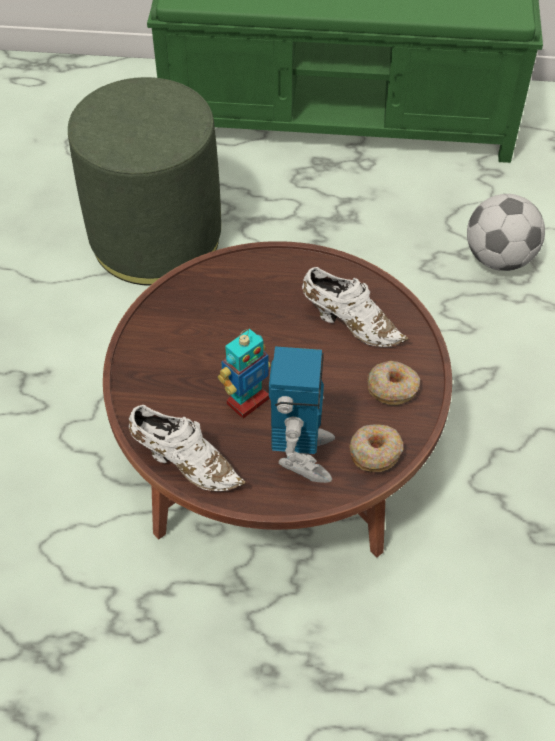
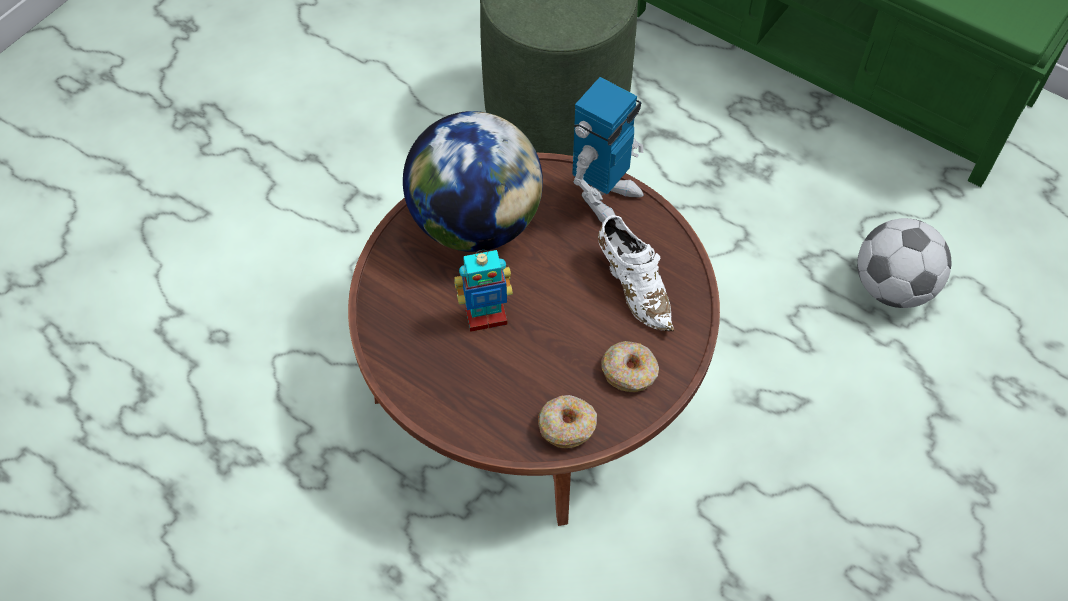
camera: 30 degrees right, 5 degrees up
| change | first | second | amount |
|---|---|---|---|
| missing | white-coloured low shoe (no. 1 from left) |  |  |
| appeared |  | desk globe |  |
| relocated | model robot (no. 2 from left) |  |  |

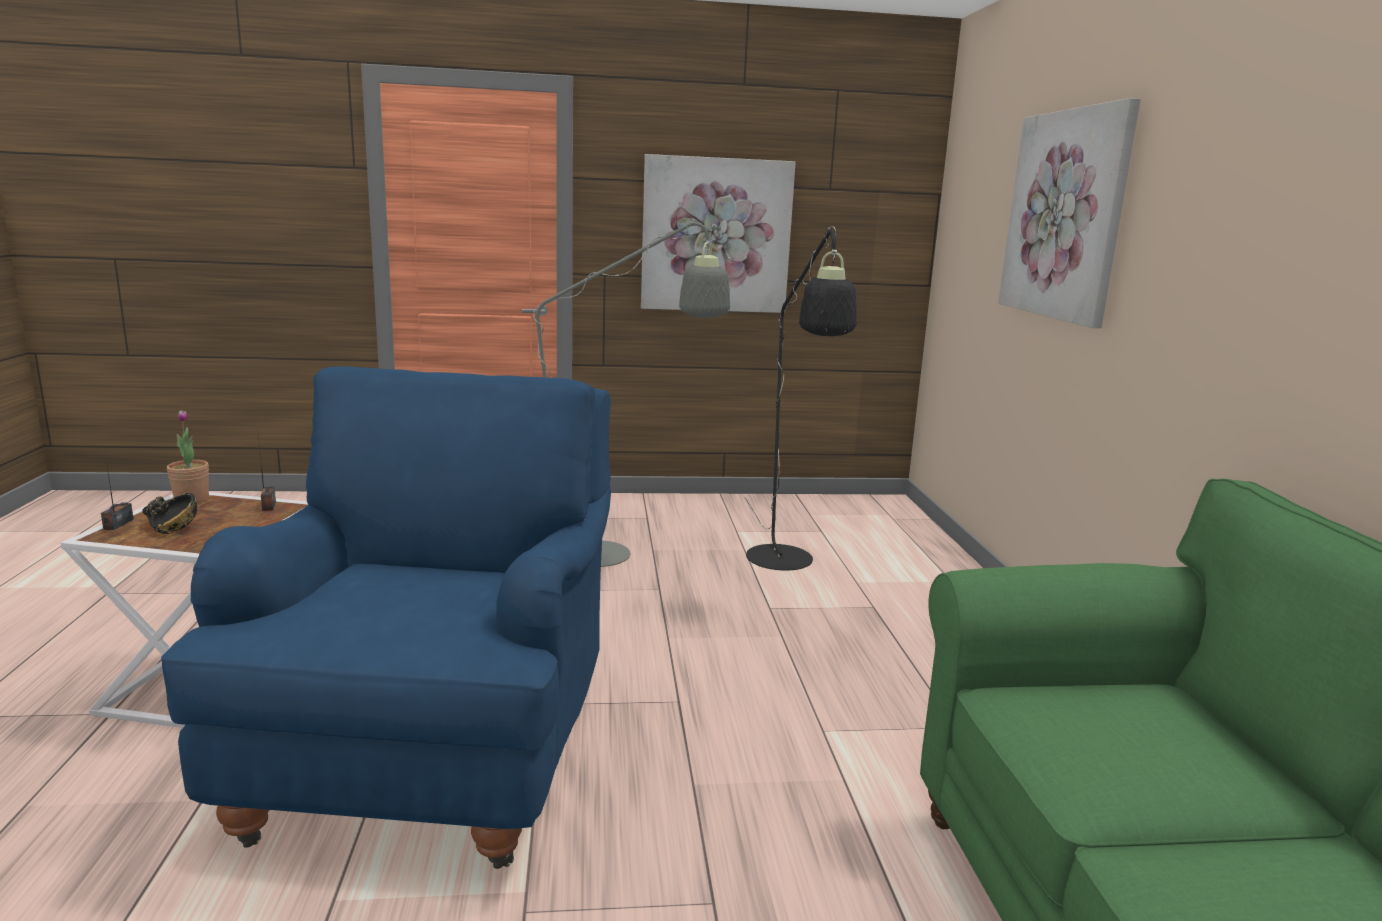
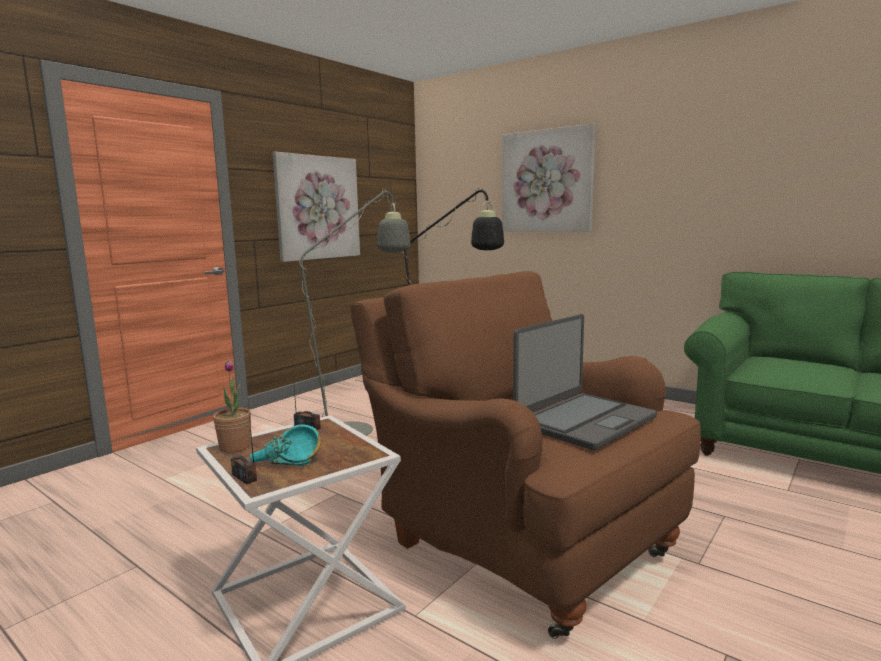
camera: 45 degrees left, 5 degrees down
| change | first | second | amount |
|---|---|---|---|
| appeared |  | laptop |  |
| colour | black serving bowl | turquoise-coloured serving bowl |  |
| colour | bluish easy chair | brown easy chair |  |

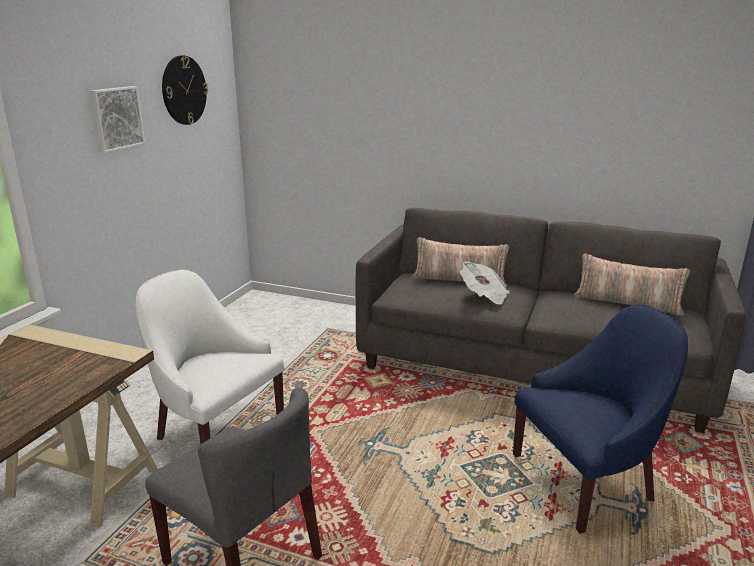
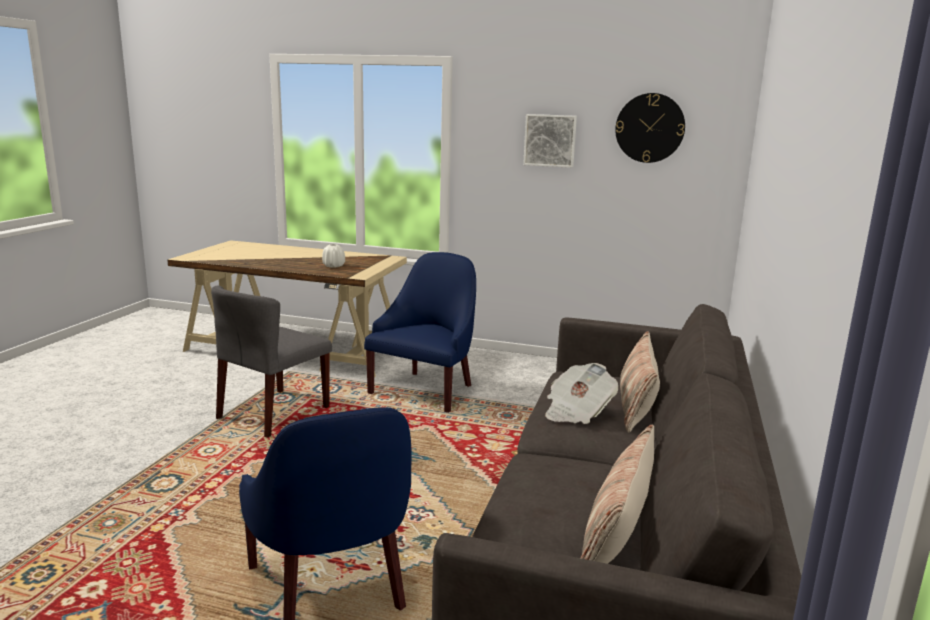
camera: 85 degrees right, 5 degrees down
| change | first | second | amount |
|---|---|---|---|
| appeared |  | white-coloured flower vase |  |
| colour | white-coloured easy chair | bluish easy chair (no. 2 from left) |  |

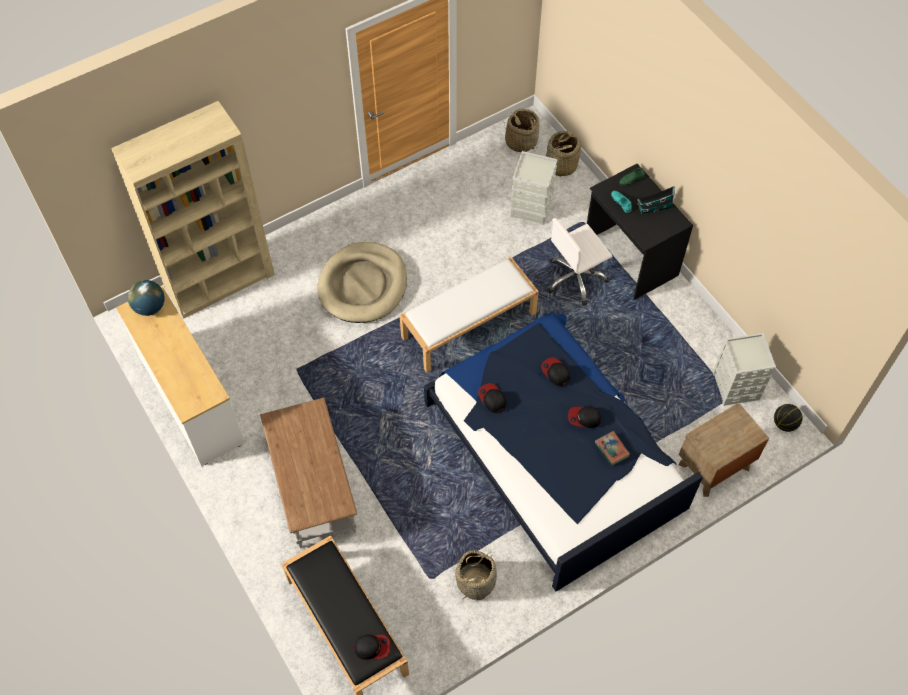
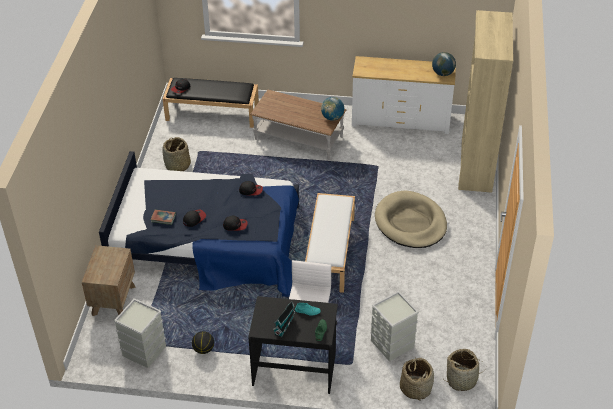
camera: 130 degrees right, 15 degrees down
| change | first | second | amount |
|---|---|---|---|
| appeared |  | desk globe (no. 1 from left) |  |
| relocated | ball for basketball |  |  |

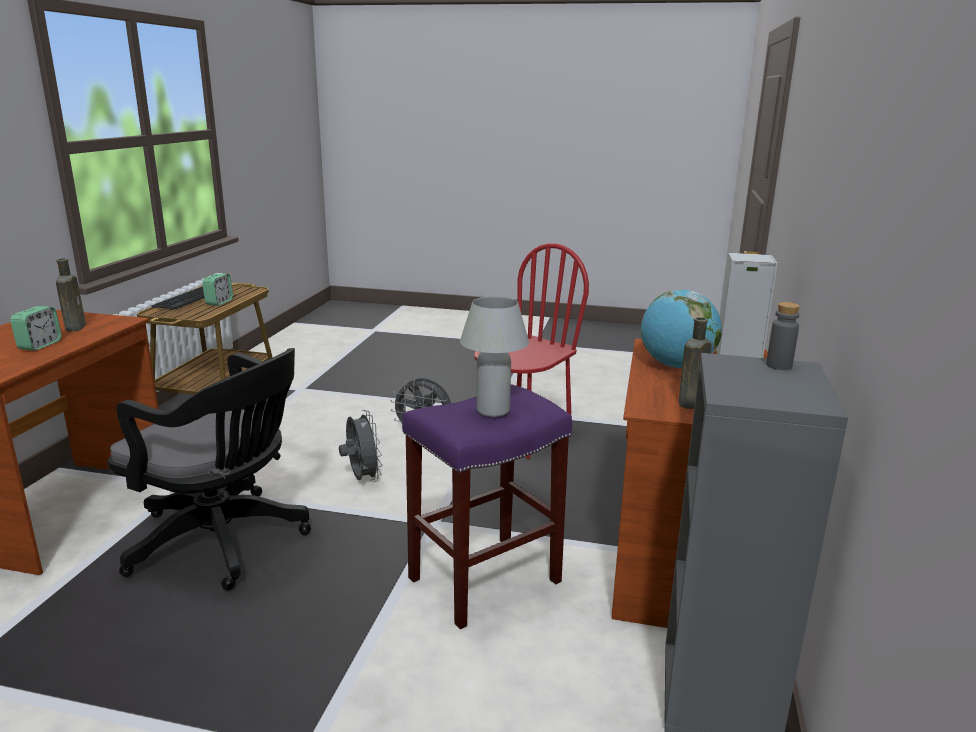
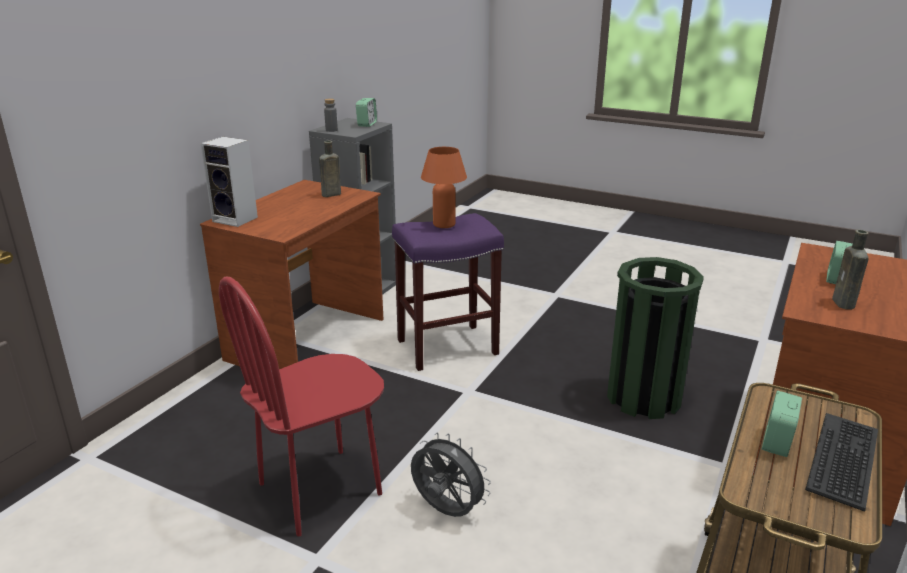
camera: 165 degrees left, 5 degrees up
| change | first | second | amount |
|---|---|---|---|
| missing | gray electric fan (no. 1 from left) |  |  |
| missing | desk globe |  |  |
| appeared |  | table clock (no. 1 from left) |  |
| exchanged | black computer chair | green-coloured waste bin |  |
| colour | white-coloured table lamp | orangey table lamp |  |

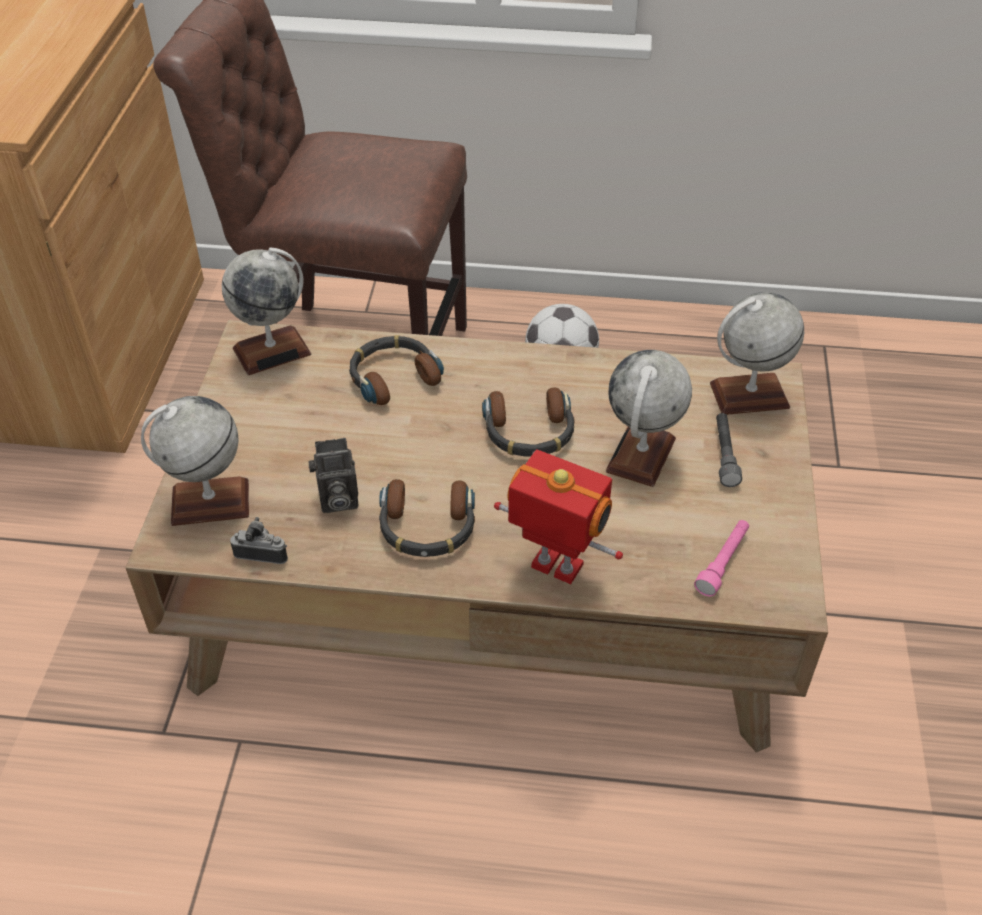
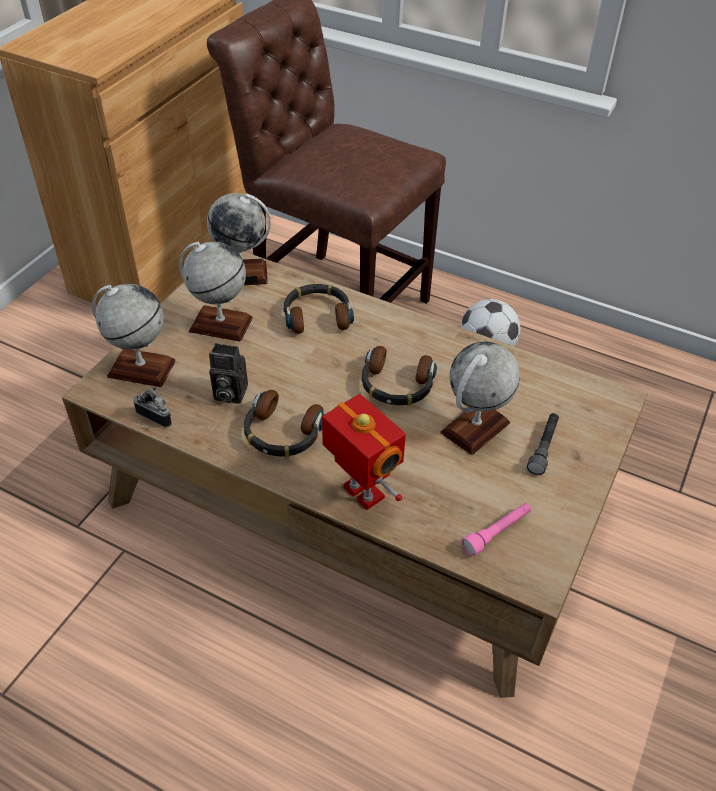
camera: 20 degrees right, 0 degrees up
| change | first | second | amount |
|---|---|---|---|
| relocated | desk globe (no. 4 from left in the first image) | desk globe (no. 2 from left) |  |

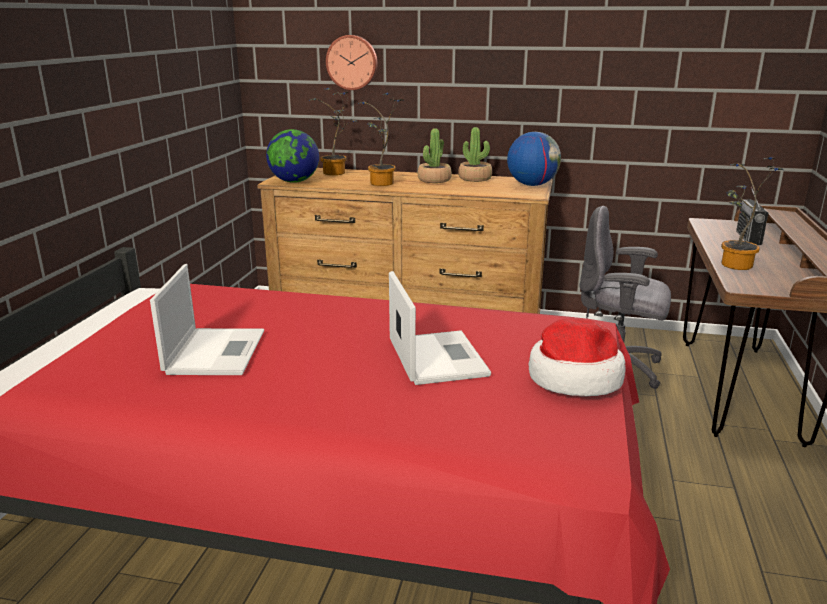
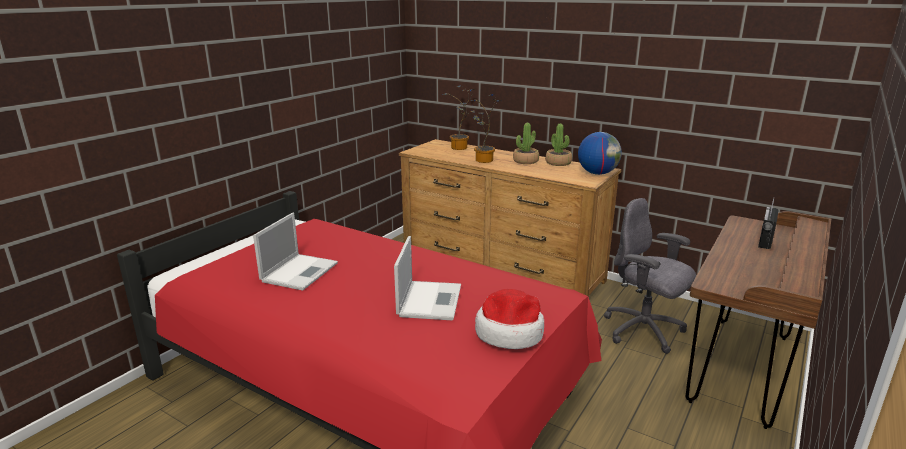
camera: 20 degrees right, 0 degrees up
| change | first | second | amount |
|---|---|---|---|
| missing | desk globe (no. 1 from left) |  |  |
| missing | clock on the wall |  |  |
| missing | houseplant (no. 5 from left) |  |  |

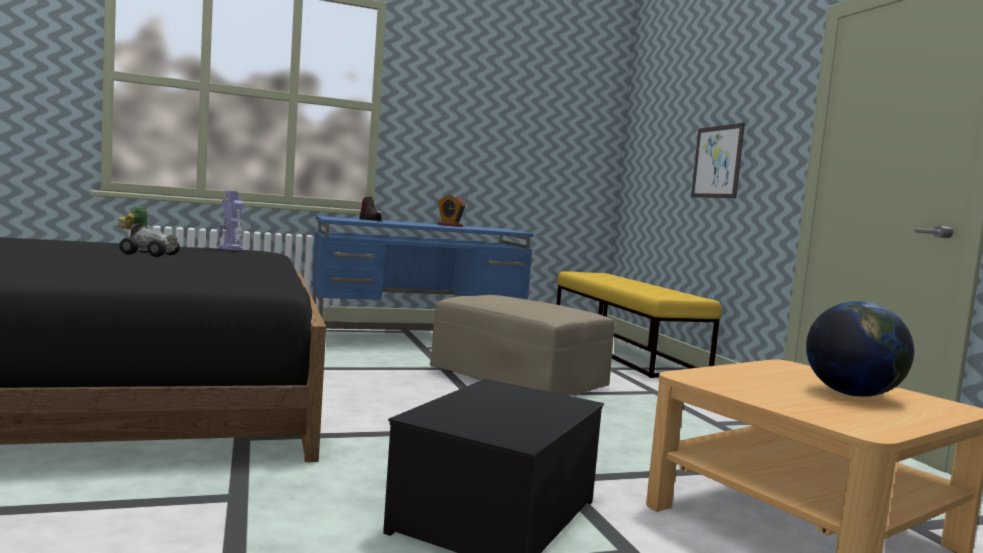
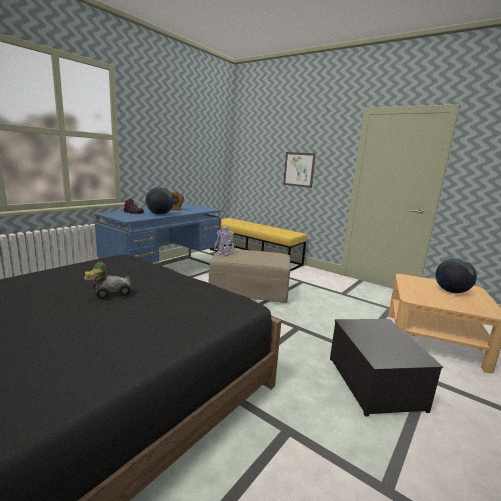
camera: 35 degrees left, 10 degrees up
| change | first | second | amount |
|---|---|---|---|
| appeared |  | desk globe (no. 1 from left) |  |
| relocated | model robot |  |  |

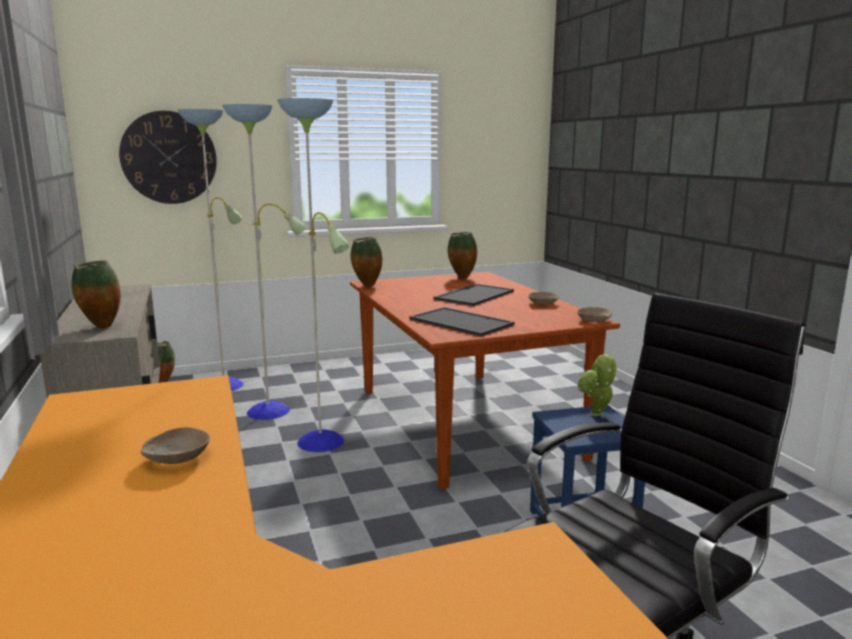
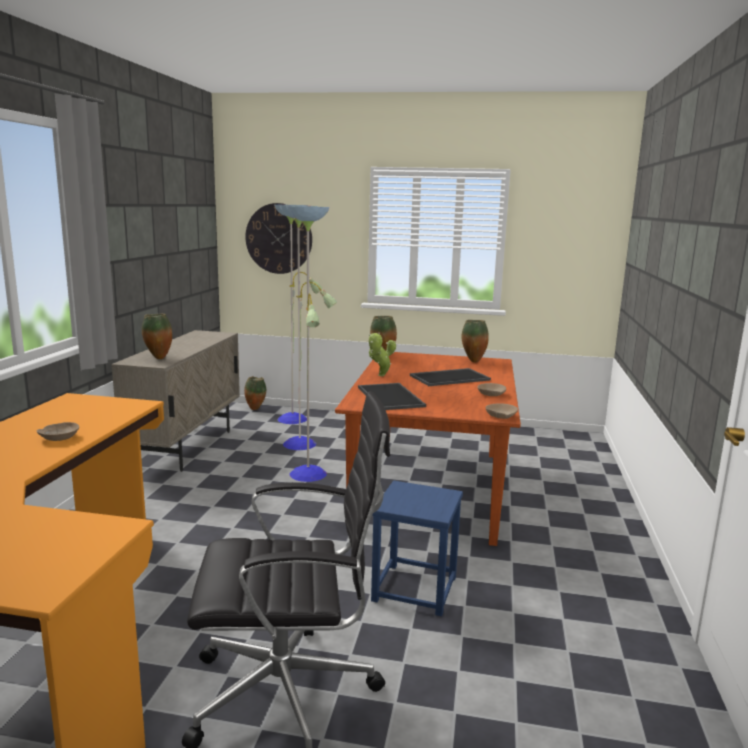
camera: 30 degrees right, 0 degrees up
| change | first | second | amount |
|---|---|---|---|
| relocated | houseplant |  |  |

